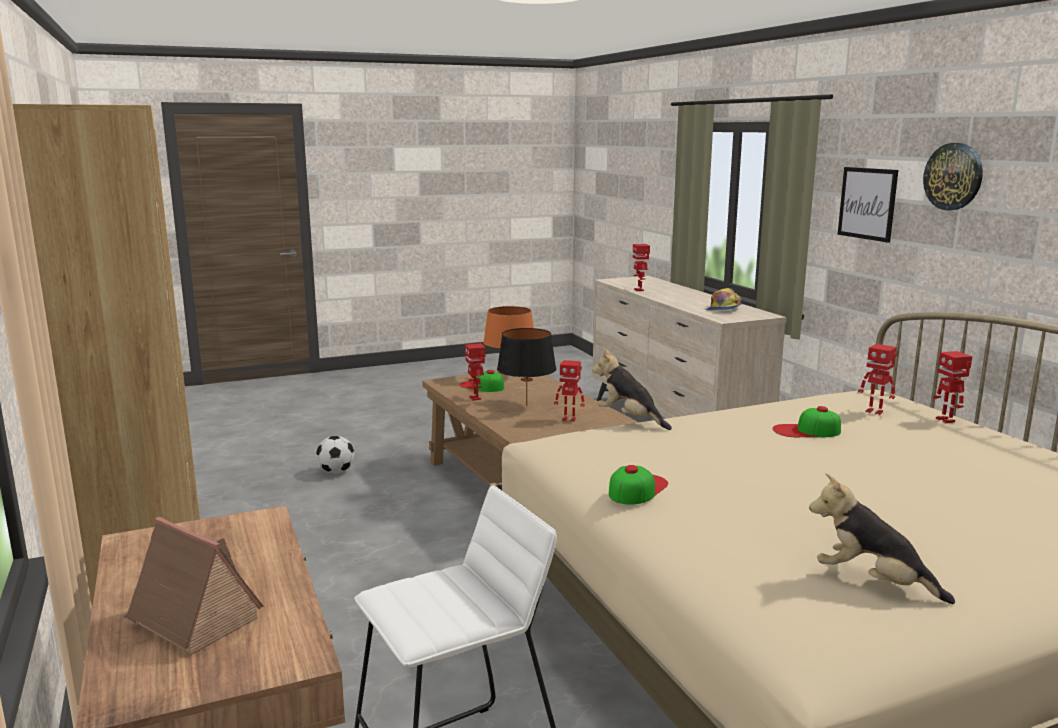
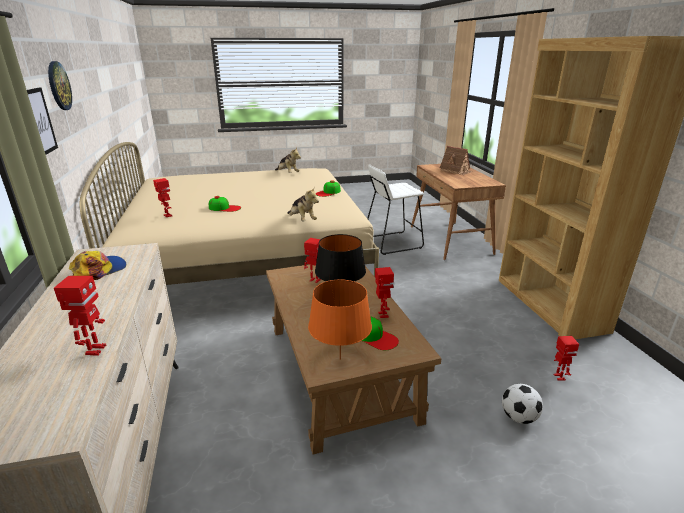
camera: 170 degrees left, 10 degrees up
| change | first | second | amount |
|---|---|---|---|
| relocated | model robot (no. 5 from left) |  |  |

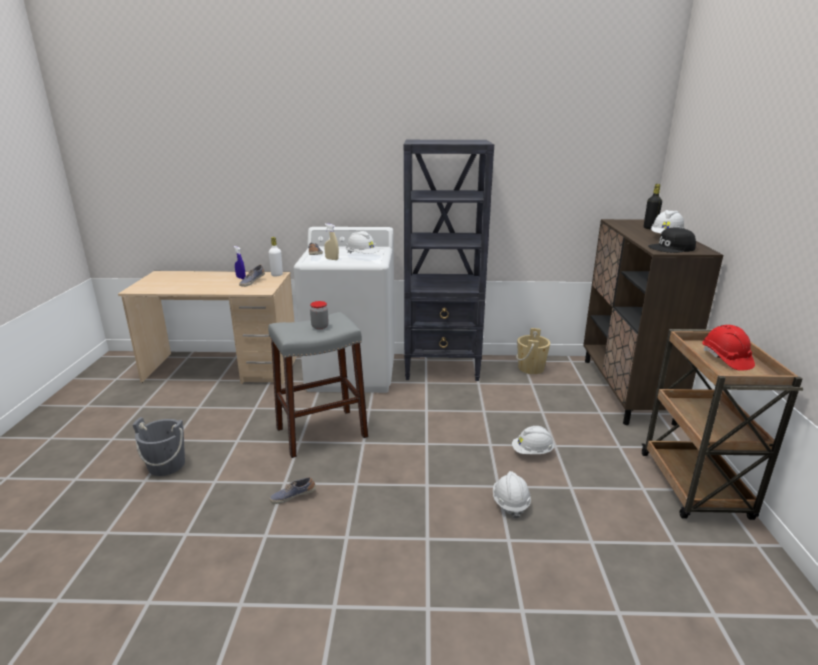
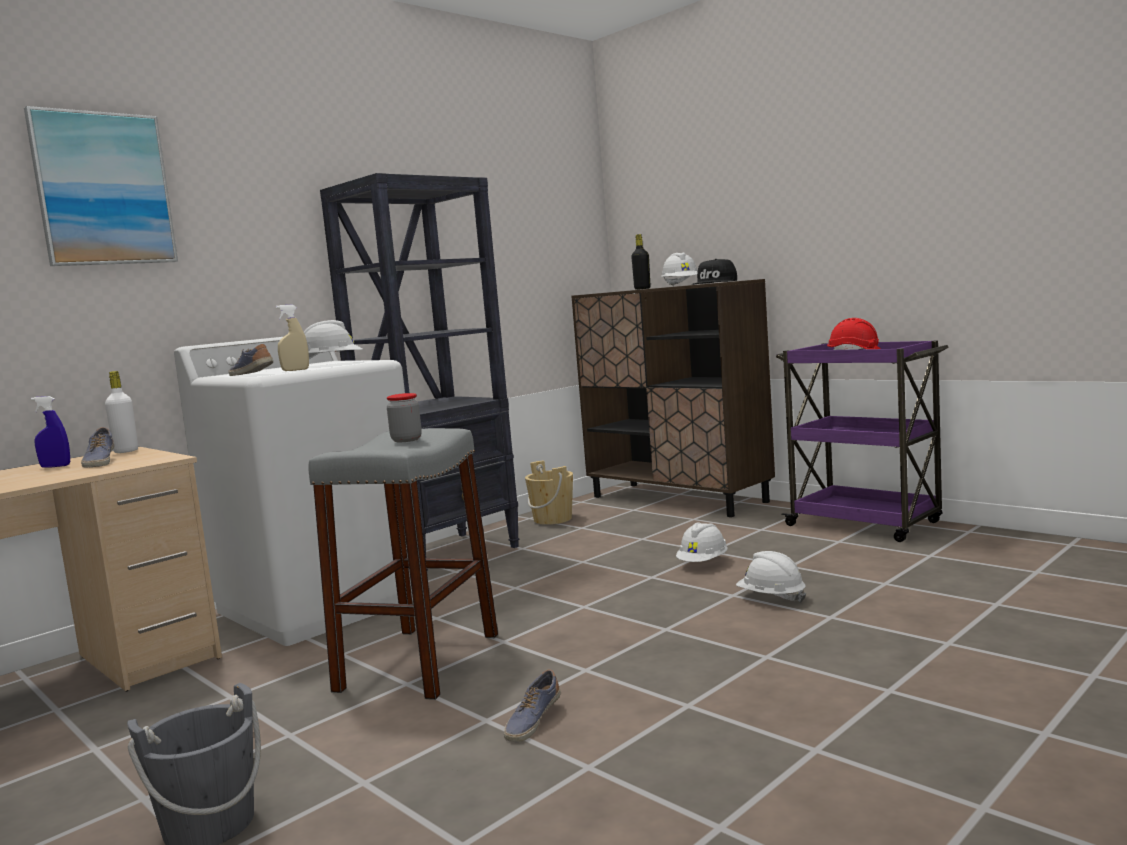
camera: 45 degrees left, 15 degrees down
| change | first | second | amount |
|---|---|---|---|
| appeared |  | wall picture |  |
| colour | brown cart | purplish cart |  |

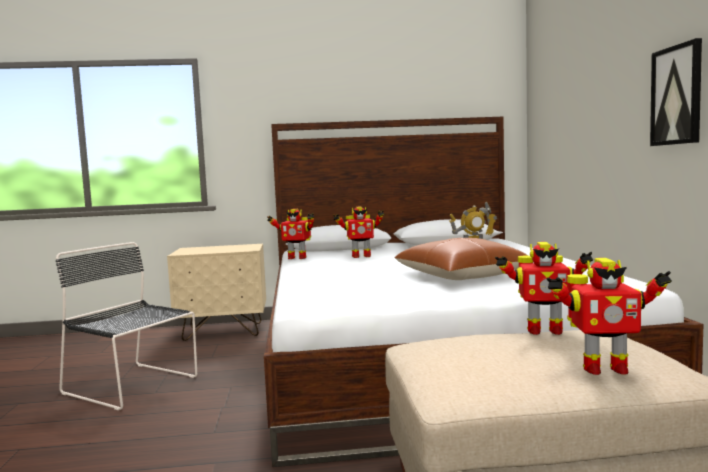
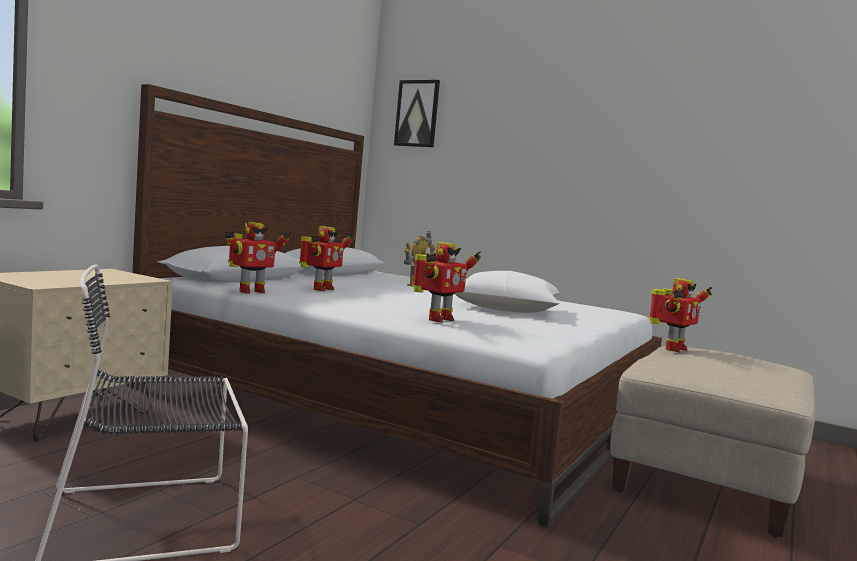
camera: 55 degrees left, 0 degrees up
| change | first | second | amount |
|---|---|---|---|
| relocated | model robot (no. 5 from left in the first image) | model robot (no. 4 from left) |  |
| relocated | wall picture |  |  |
| colour | brown cushion | white-coloured cushion |  |

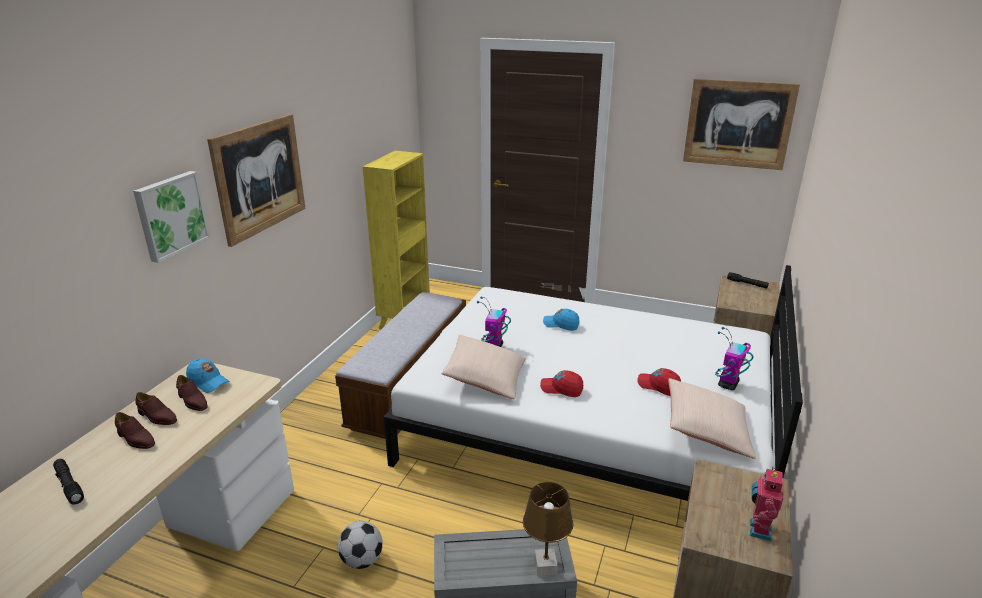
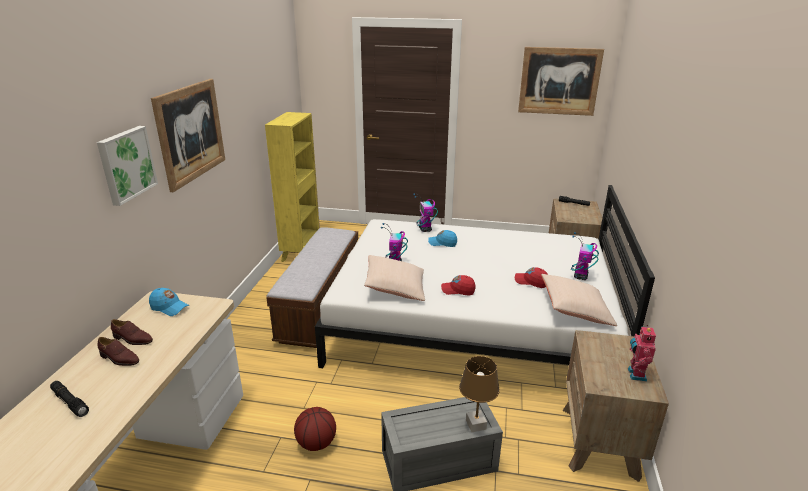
camera: 10 degrees left, 0 degrees up
| change | first | second | amount |
|---|---|---|---|
| missing | brown low shoe (no. 3 from left) |  |  |
| appeared |  | model robot (no. 2 from left) |  |
| exchanged | ball for football | ball for basketball |  |

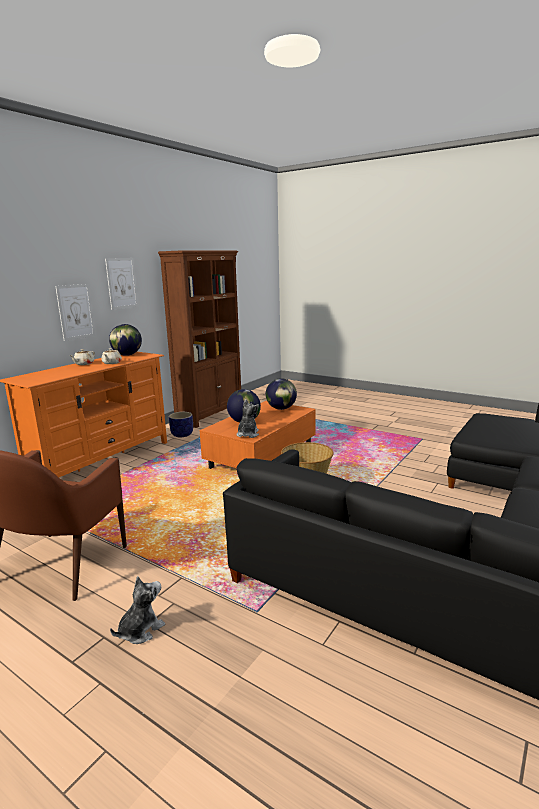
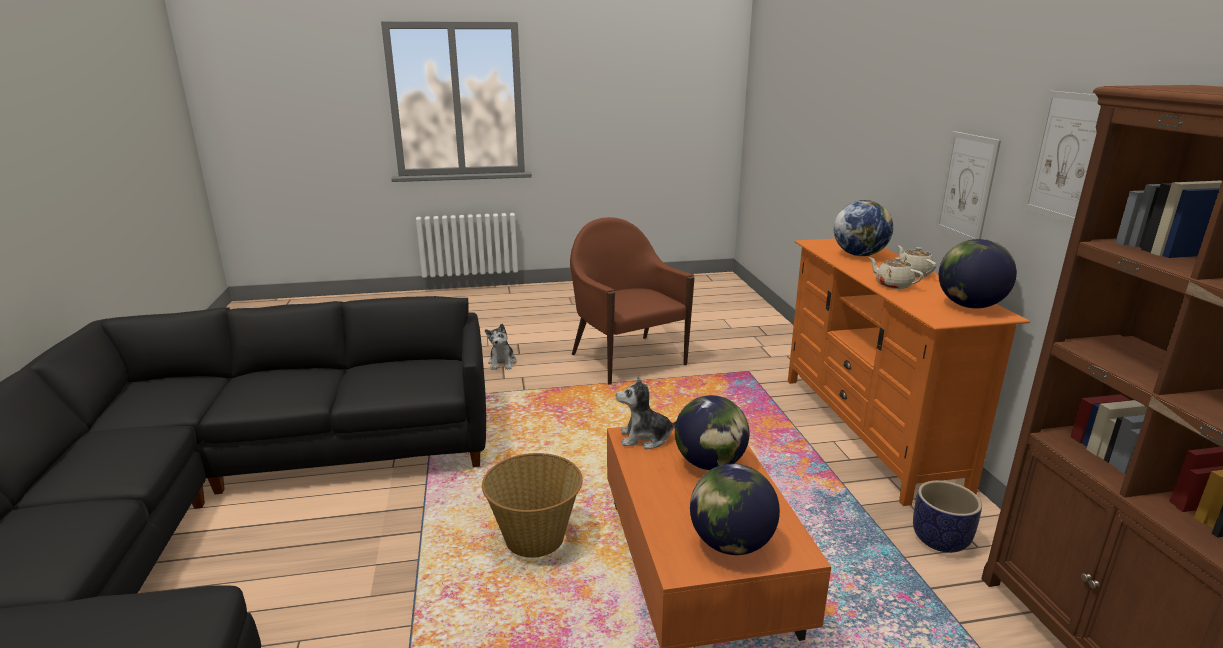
camera: 135 degrees right, 5 degrees up
| change | first | second | amount |
|---|---|---|---|
| appeared |  | desk globe (no. 3 from left) |  |
| spun | soft toy (no. 2 from left) |  | 120 degrees clockwise |

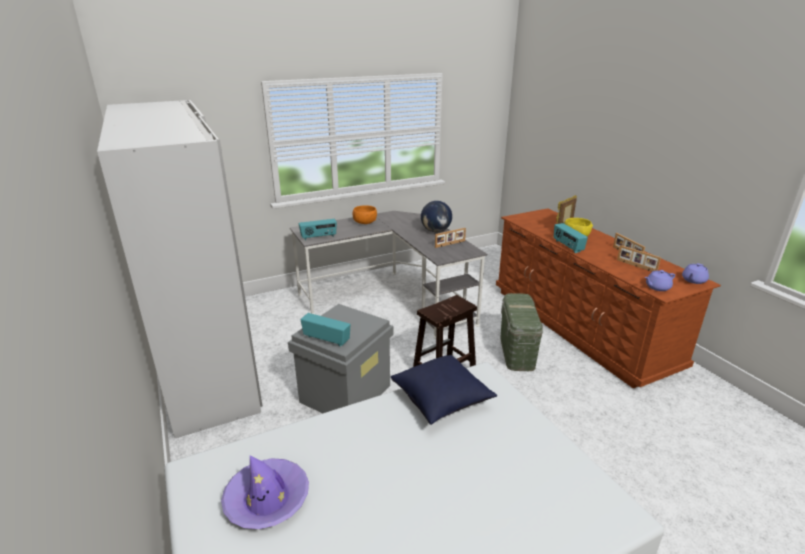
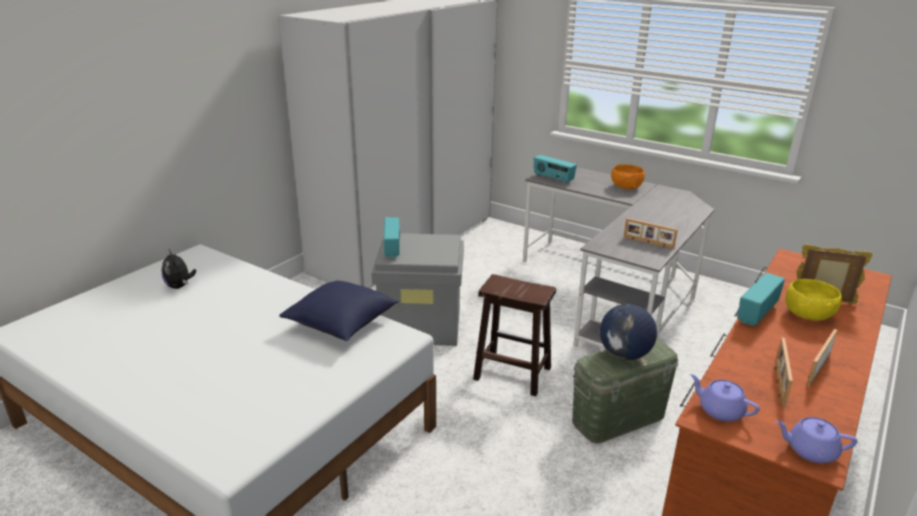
camera: 60 degrees right, 0 degrees up
| change | first | second | amount |
|---|---|---|---|
| relocated | desk globe |  |  |
| exchanged | purplish clothing hat | soft toy |  |

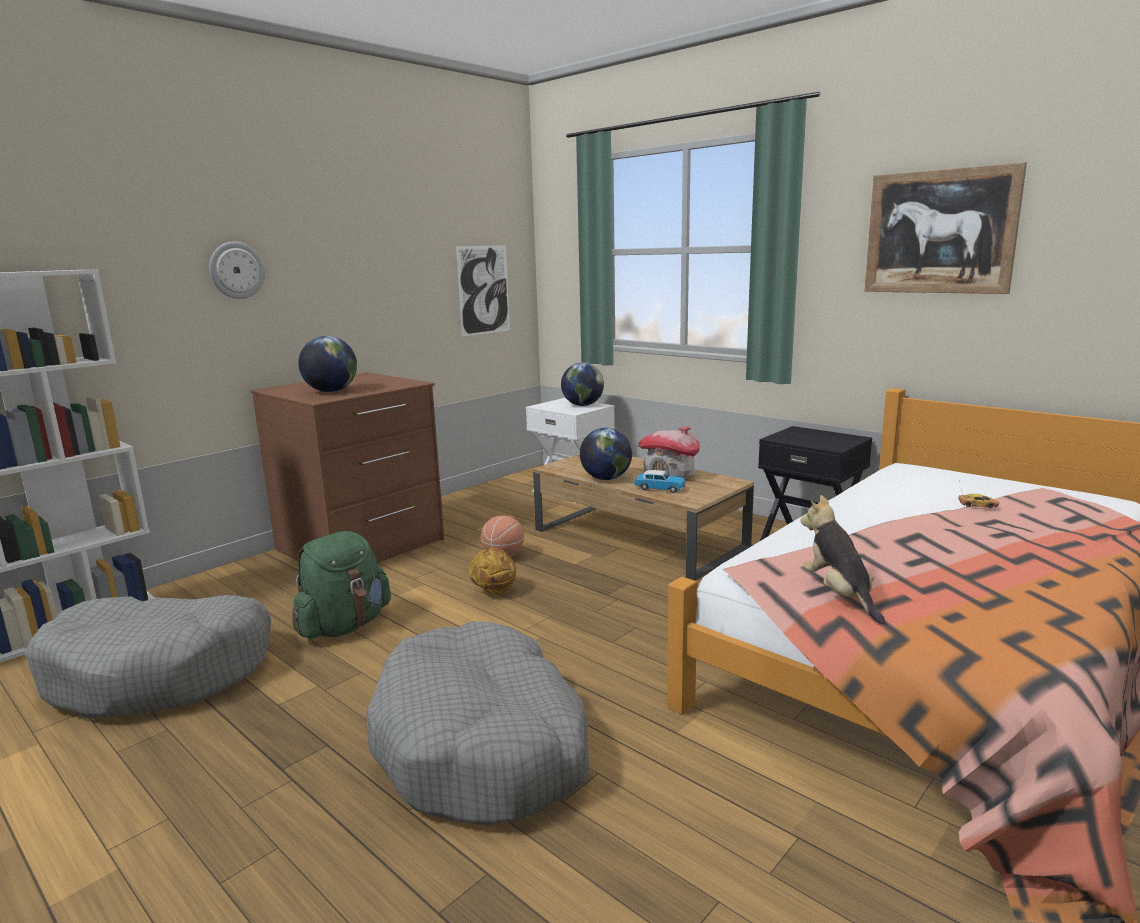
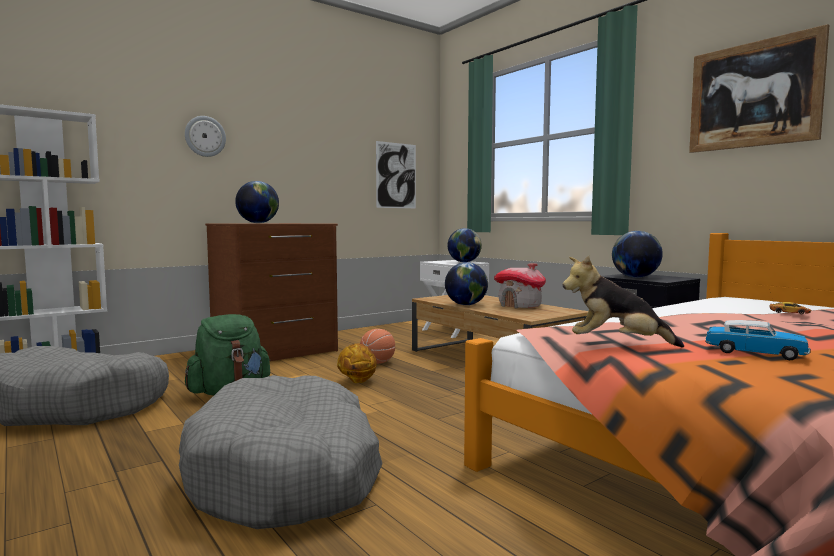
camera: 10 degrees right, 10 degrees down
| change | first | second | amount |
|---|---|---|---|
| appeared |  | desk globe (no. 4 from left) |  |
| relocated | miniature car (no. 1 from left) |  |  |
| spun | soft toy |  | 75 degrees counterclockwise |

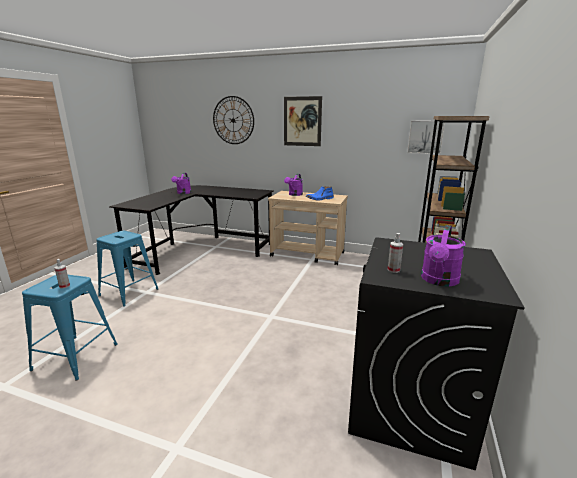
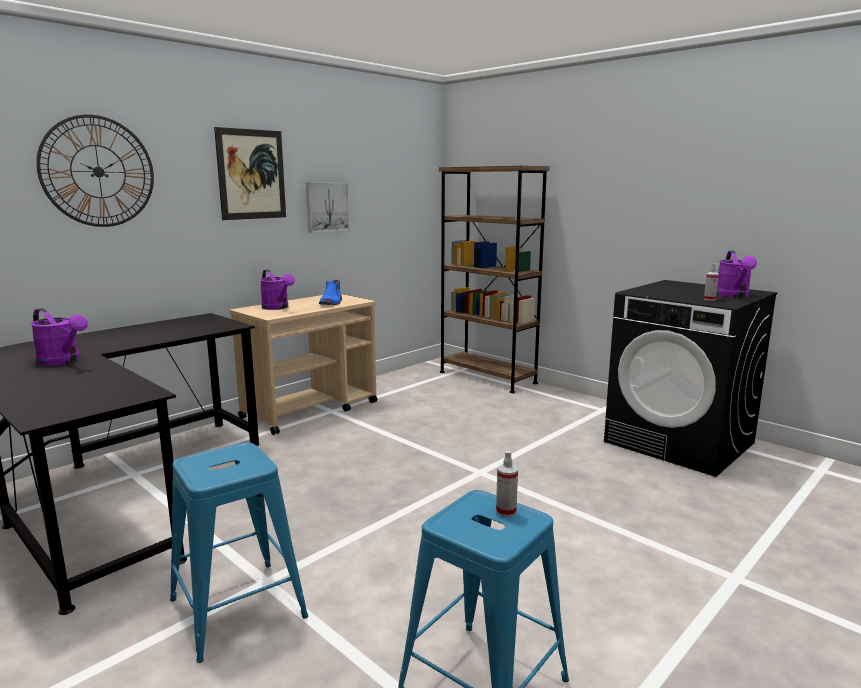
camera: 65 degrees left, 5 degrees down
| change | first | second | amount |
|---|---|---|---|
| relocated | wall picture (no. 2 from left) |  |  |
| spun | purplish watering pot (no. 3 from left) |  | 45 degrees clockwise |

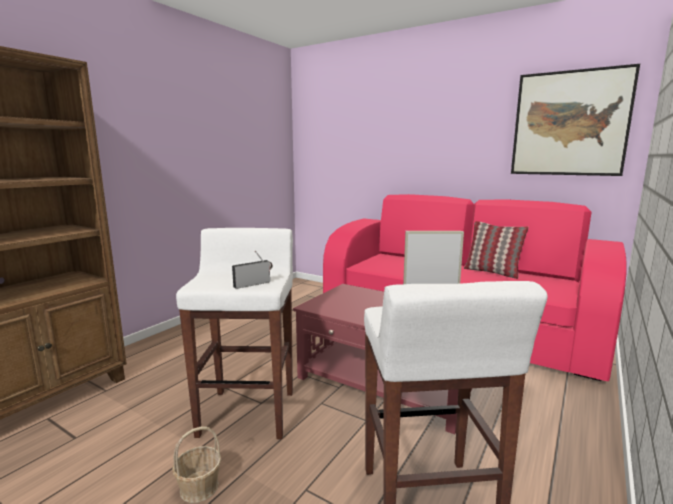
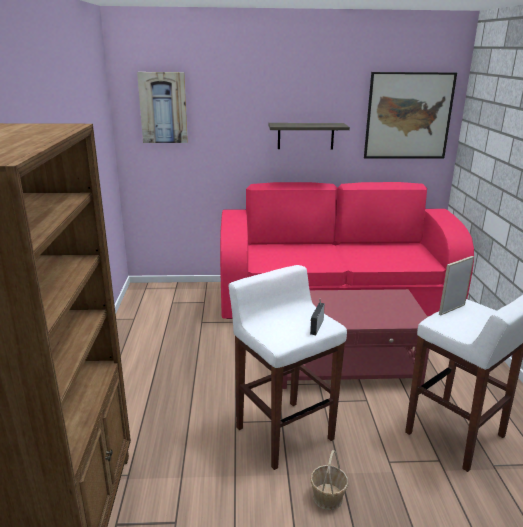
camera: 35 degrees left, 10 degrees up
| change | first | second | amount |
|---|---|---|---|
| missing | cushion |  |  |
| appeared |  | wall picture (no. 1 from left) |  |
| appeared |  | wall shelf |  |

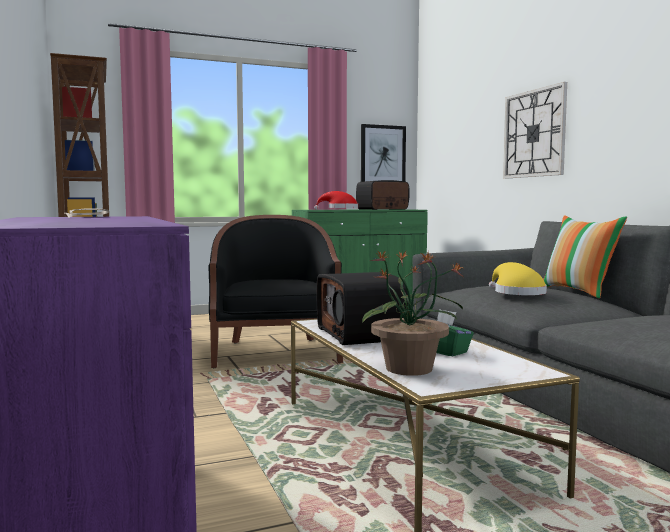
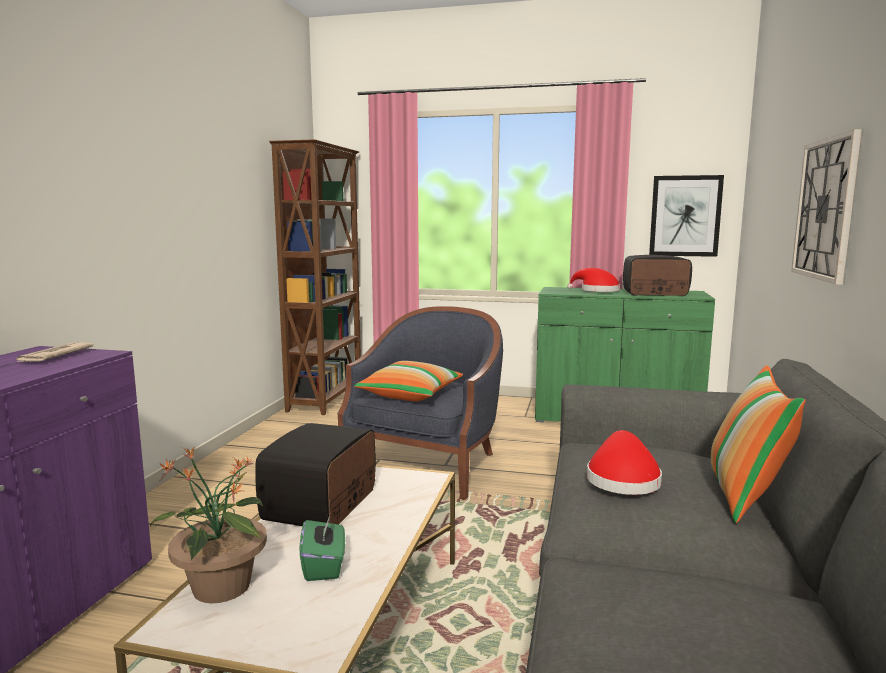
camera: 35 degrees right, 5 degrees up
| change | first | second | amount |
|---|---|---|---|
| appeared |  | cushion (no. 1 from left) |  |
| colour | black easy chair | bluish easy chair |  |
| colour | yellowish clothing hat | reddish clothing hat (no. 2 from left) |  |

